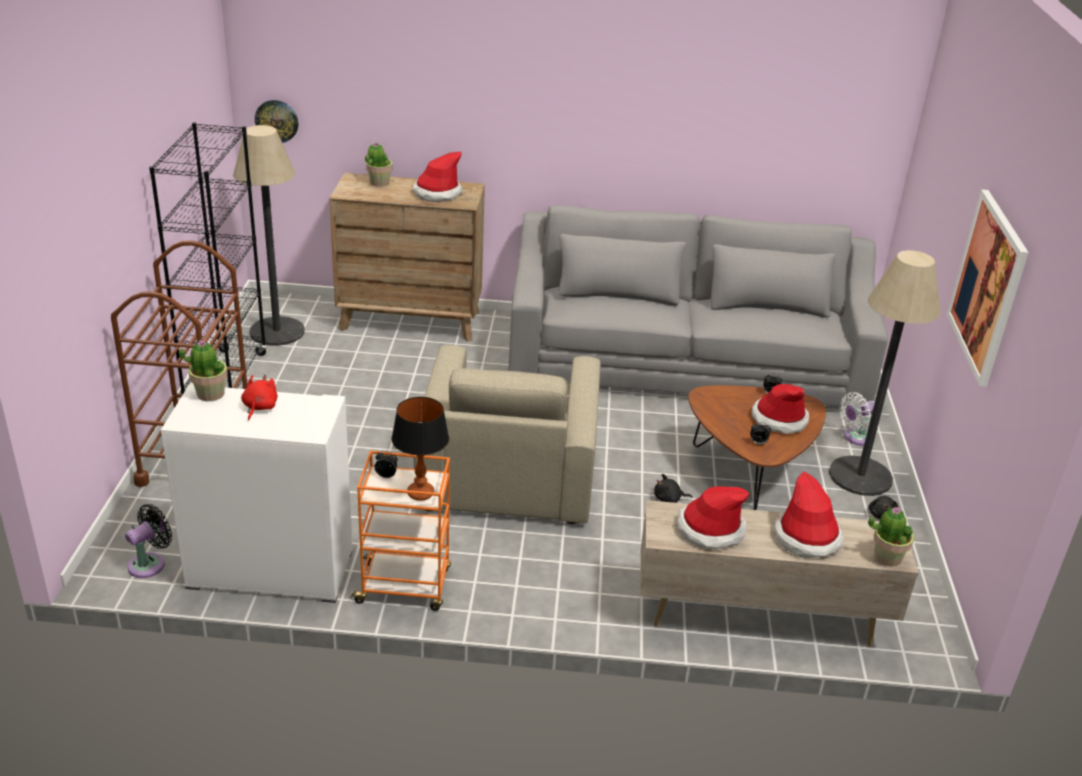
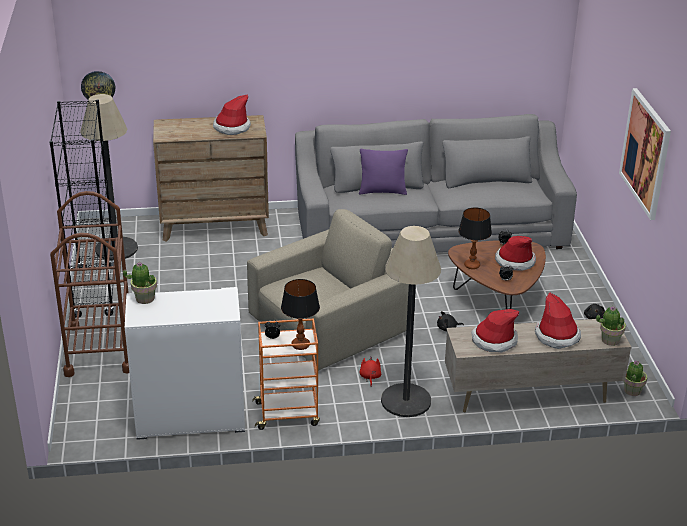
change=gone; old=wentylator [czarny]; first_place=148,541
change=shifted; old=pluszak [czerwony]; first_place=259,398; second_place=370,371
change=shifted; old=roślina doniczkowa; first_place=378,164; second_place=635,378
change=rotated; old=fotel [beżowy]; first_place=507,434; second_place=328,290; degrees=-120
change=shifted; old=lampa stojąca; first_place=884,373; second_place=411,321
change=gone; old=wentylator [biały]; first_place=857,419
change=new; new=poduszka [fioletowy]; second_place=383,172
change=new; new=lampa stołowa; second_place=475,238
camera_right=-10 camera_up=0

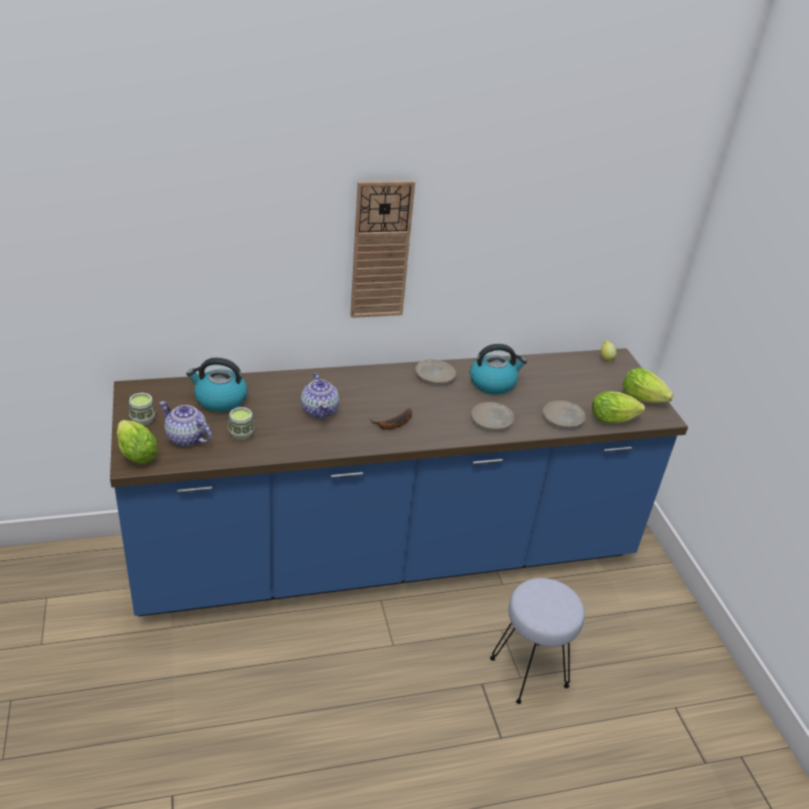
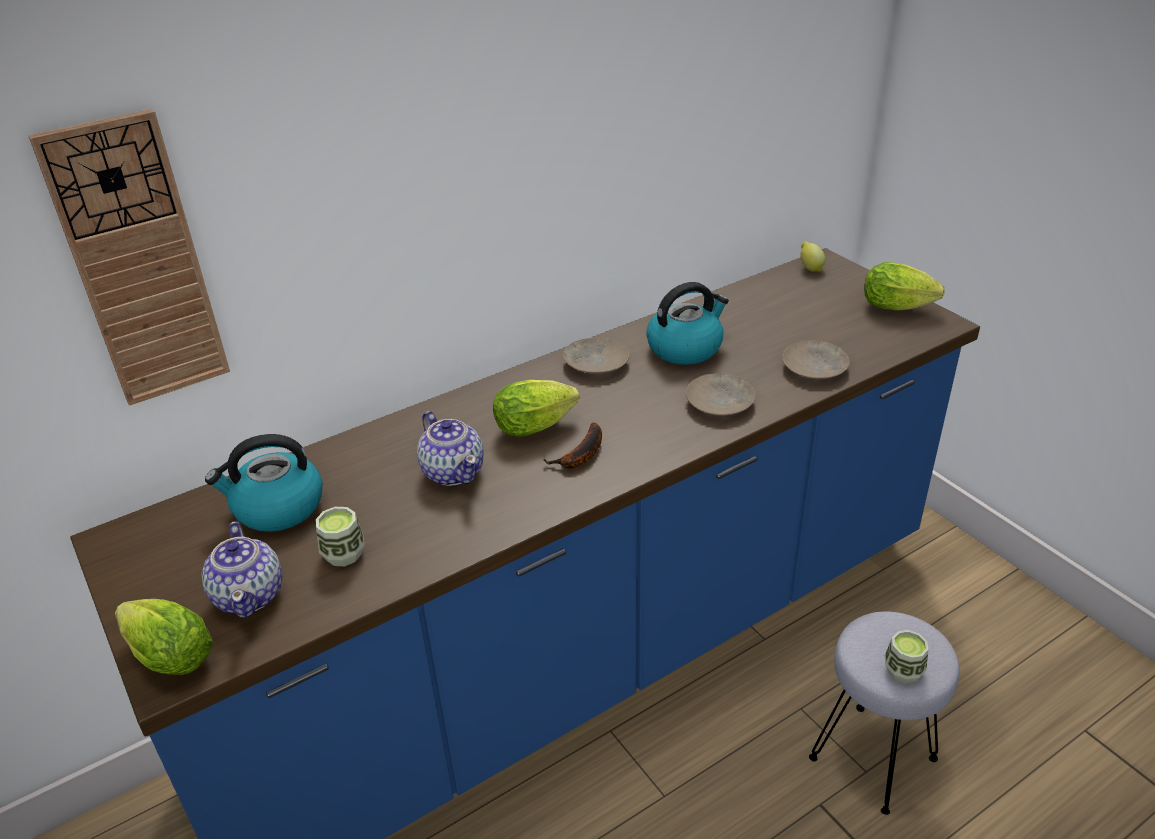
change=shifted; old=filiżanka; first_place=142,409; second_place=906,656
change=rotated; old=imbryk; first_place=185,423; second_place=242,569; degrees=-120
change=shifted; old=zegar ścienny; first_place=382,249; second_place=129,257
change=shifted; old=sałata; first_place=618,407; second_place=536,408
camera_right=-15 camera_up=0

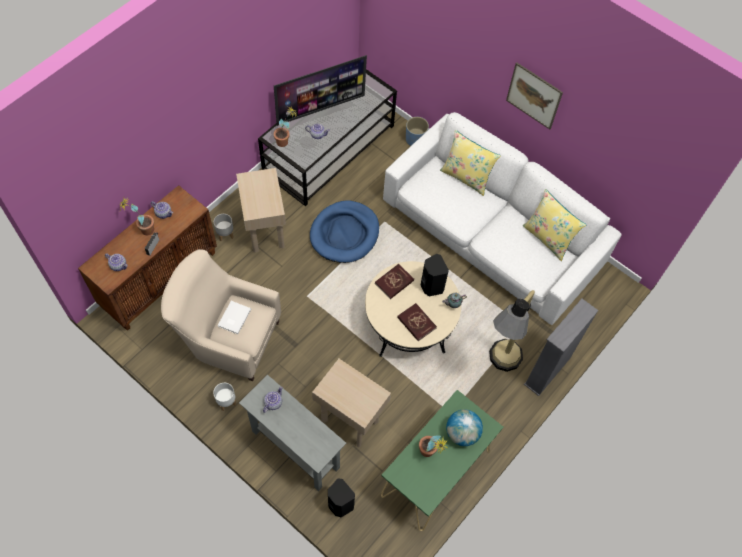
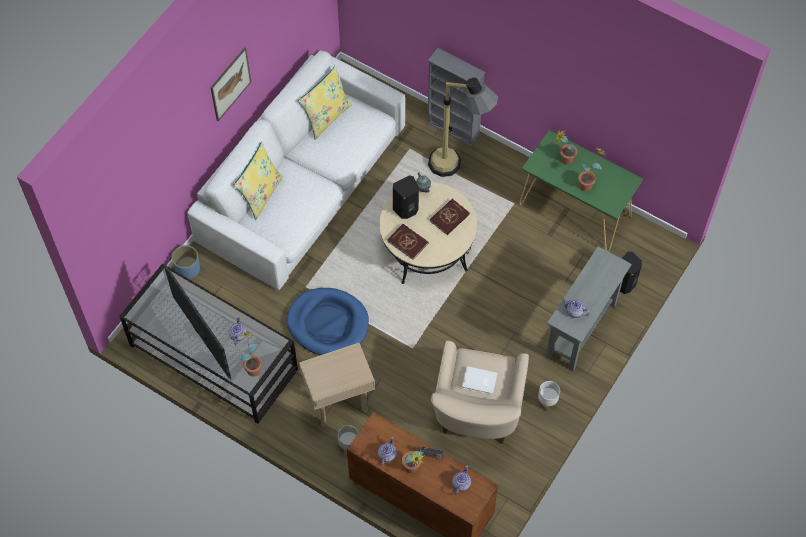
change=gone; old=stolik [beżowy]; first_place=351,403
change=swapped; old=globus; new=roślina doniczkowa; first_place=464,427; second_place=565,146
camera_right=-95 camera_up=0

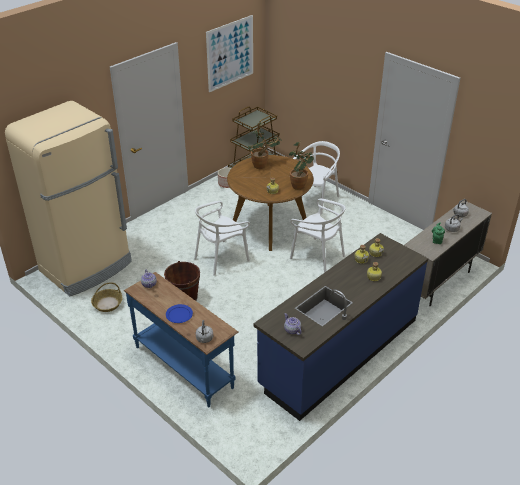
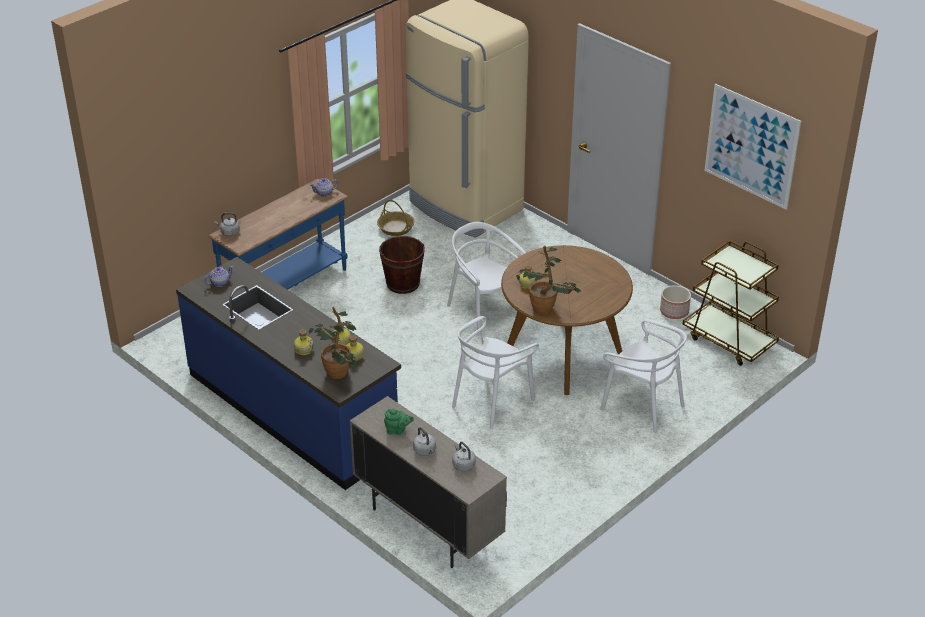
change=gone; old=talerz [niebieski]; first_place=179,313
change=shifted; old=roślina doniczkowa; first_place=265,145; second_place=333,342
camera_right=90 camera_up=0

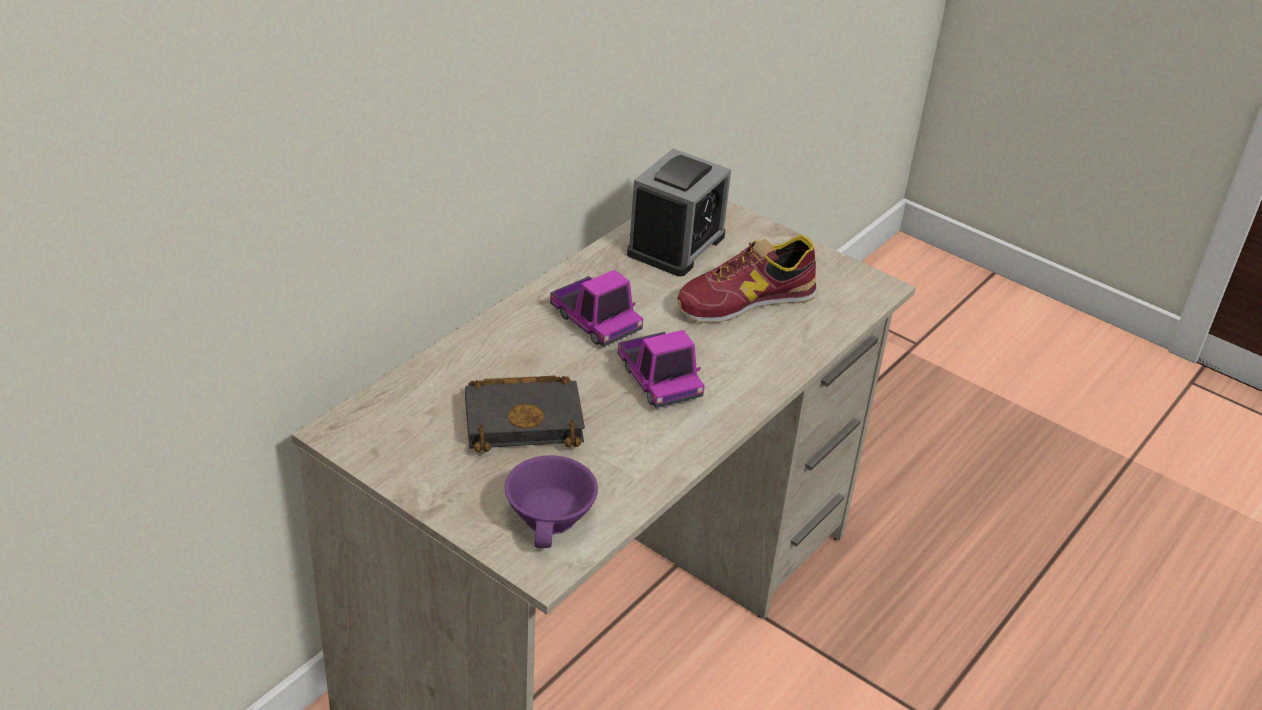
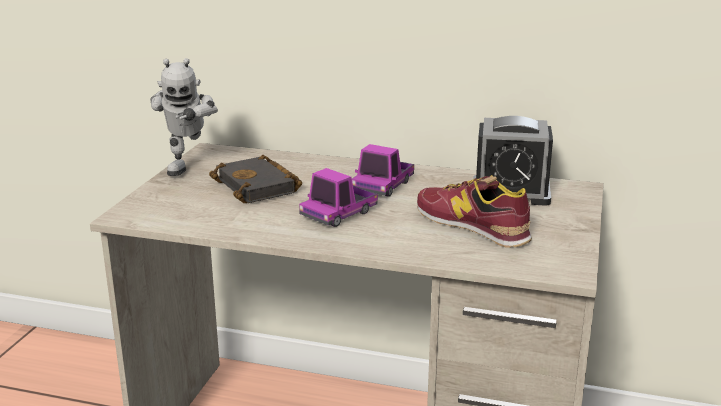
change=gone; old=filiżanka [fioletowy]; first_place=551,501
change=new; new=robot zabawkowy; second_place=184,117
camera_right=70 camera_up=-15

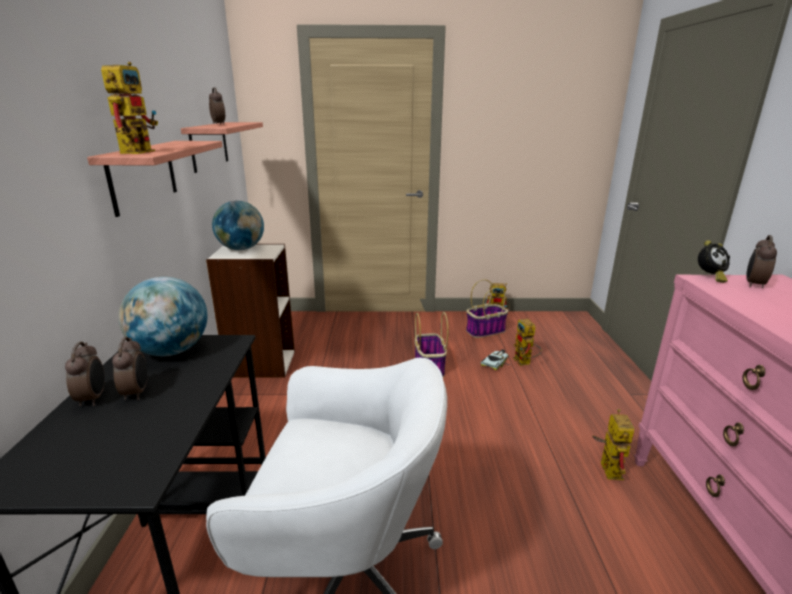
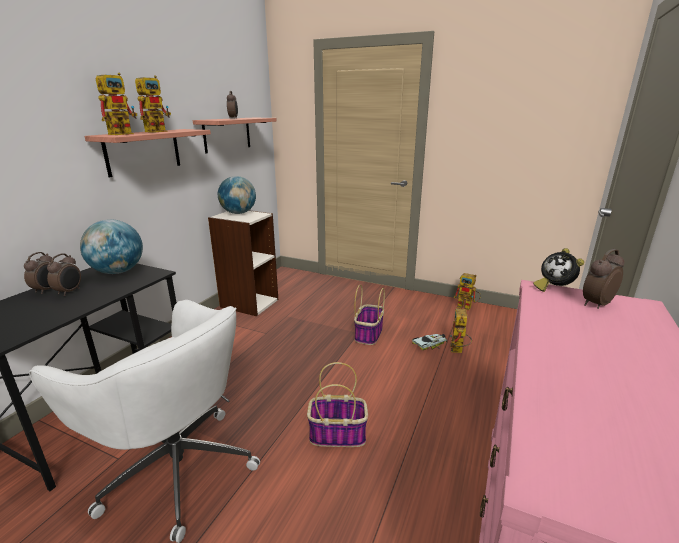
change=shifted; old=koszyk; first_place=487,308; second_place=337,404
change=shifted; old=robot zabawkowy; first_place=613,444; second_place=153,104
change=rotated; old=budzik; first_place=714,261; second_place=558,270; degrees=60
camera_right=25 camera_up=0

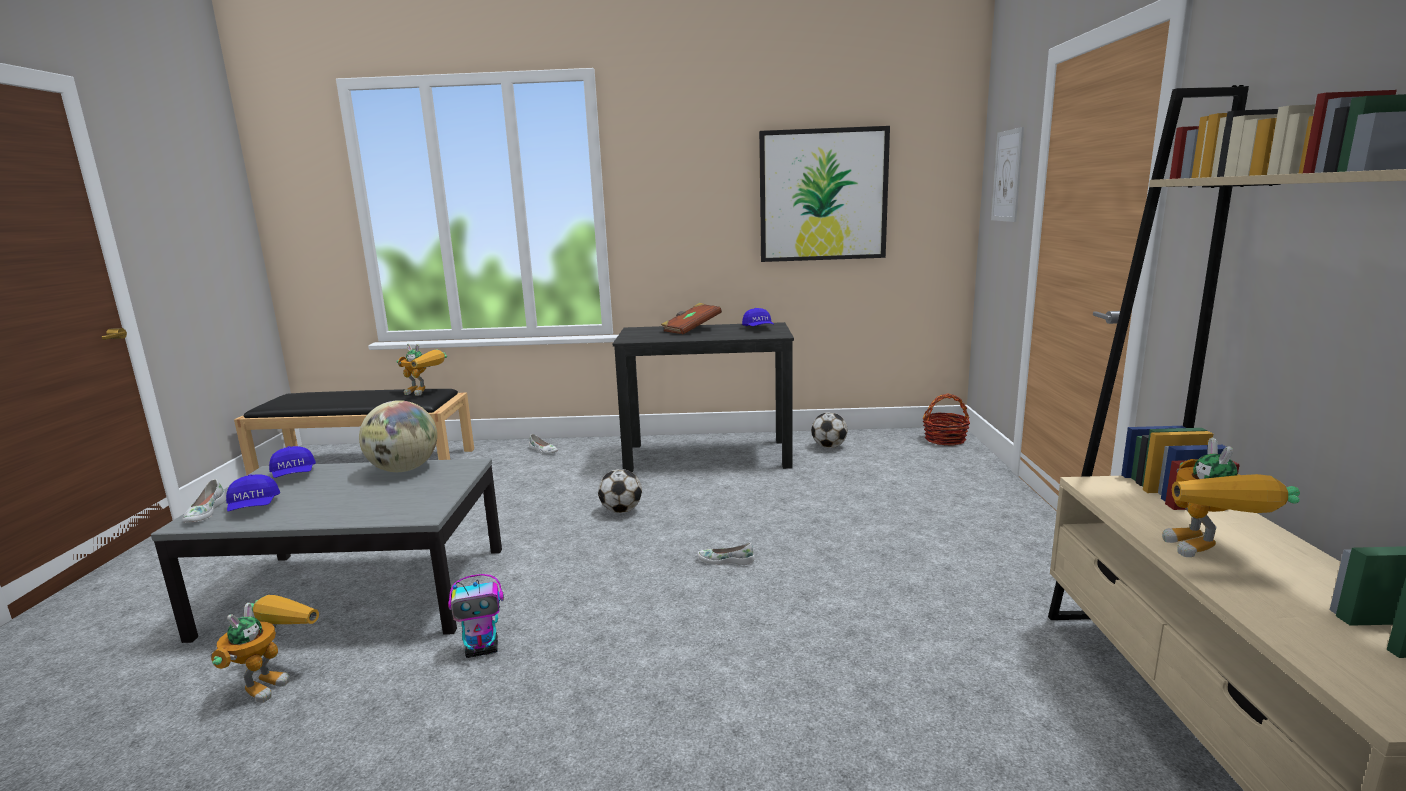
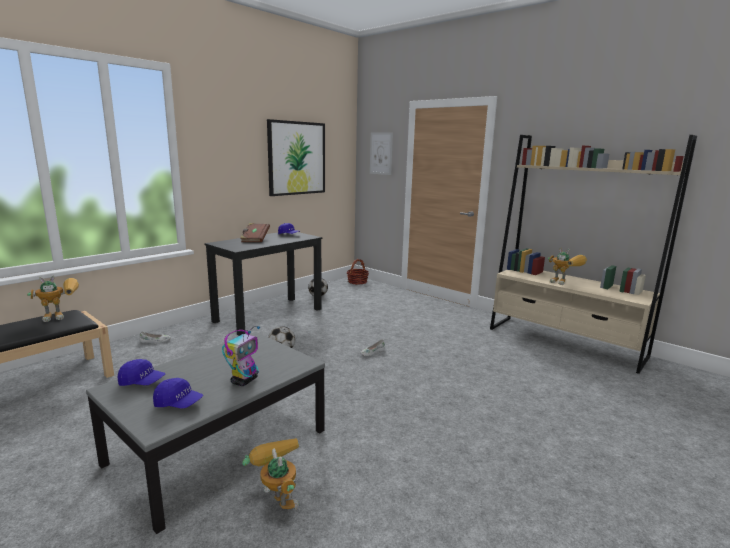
change=gone; old=but [biały]; first_place=204,501
change=gone; old=globus; first_place=398,436
change=shifted; old=robot zabawkowy; first_place=476,616; second_place=241,356
camera_right=-50 camera_up=0

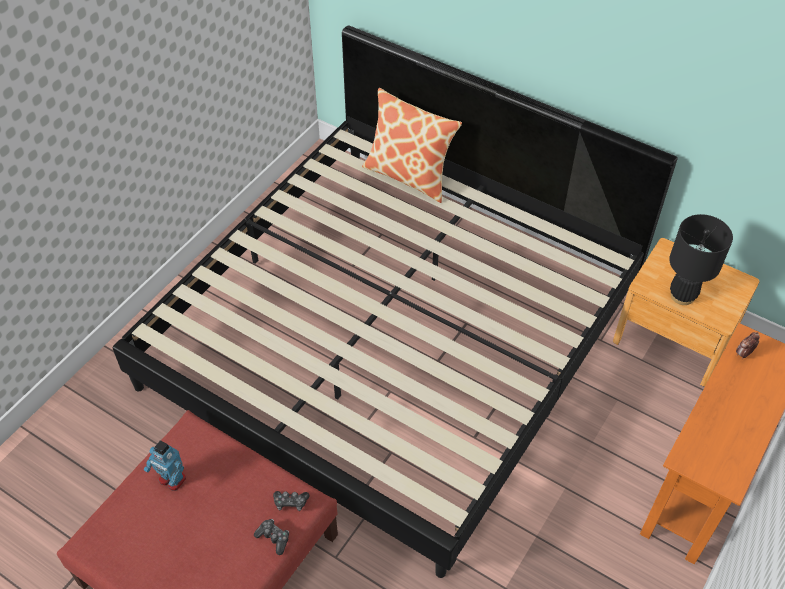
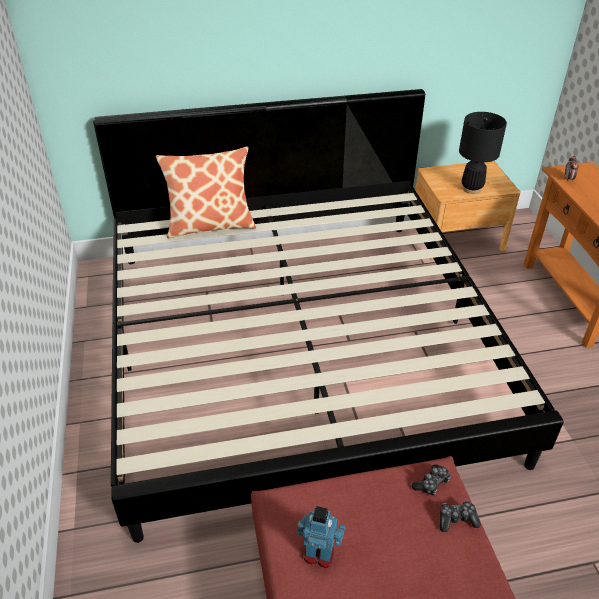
change=rotated; old=robot zabawkowy; first_place=165,465; second_place=321,537; degrees=-150
camera_right=-45 camera_up=-10

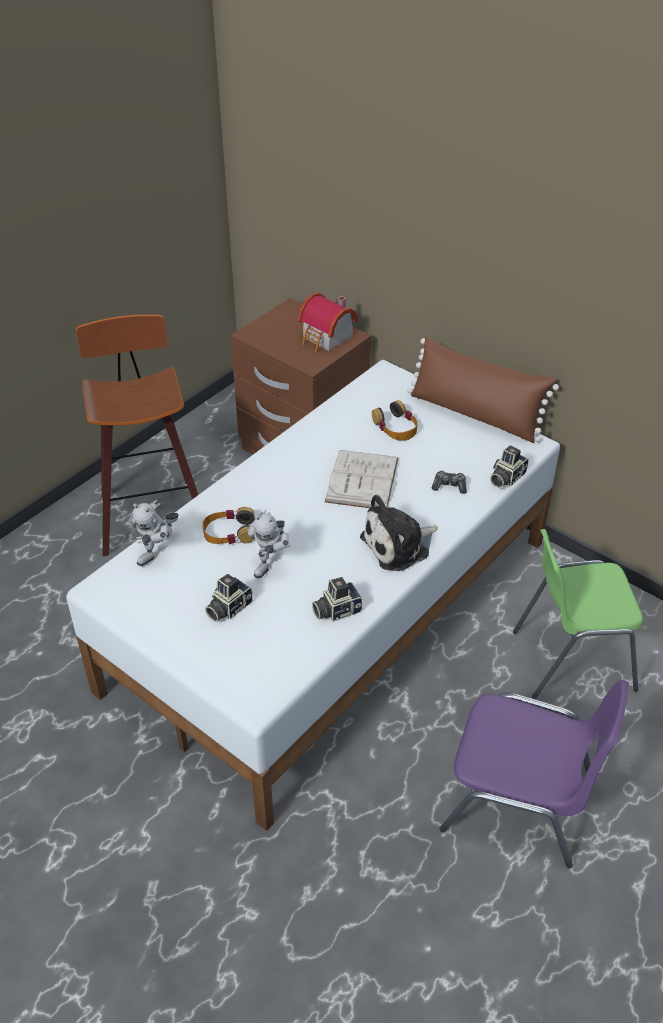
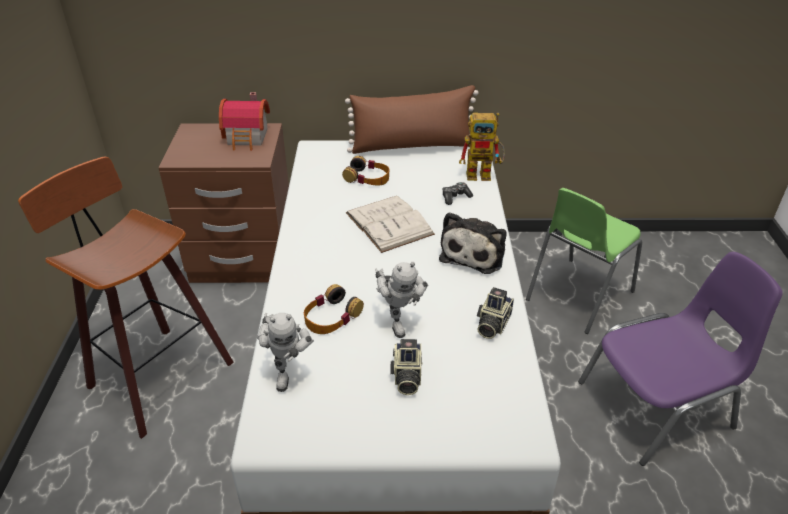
change=swapped; old=aparat fotograficzny; new=robot zabawkowy; first_place=509,466; second_place=482,147
camera_right=-40 camera_up=-5

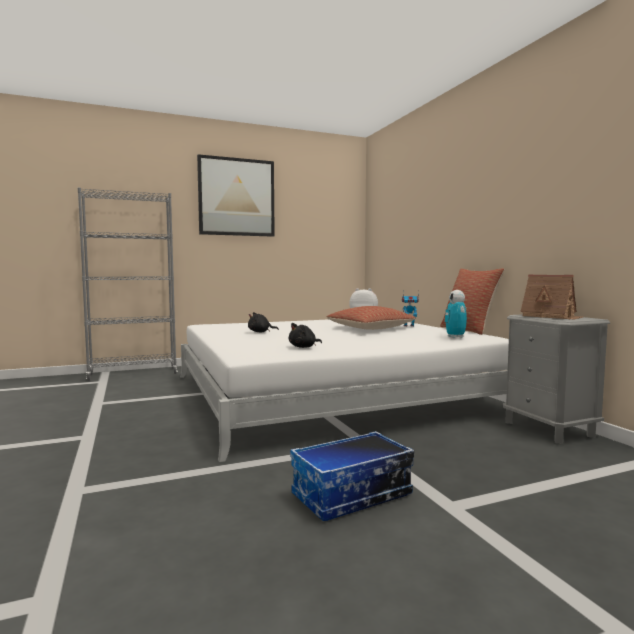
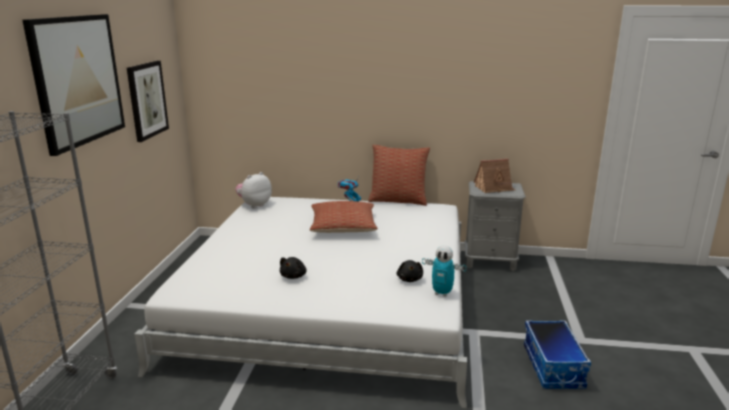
change=shifted; old=robot zabawkowy; first_place=456,314; second_place=444,271
change=new; new=obraz; second_place=148,101
camera_right=-60 camera_up=15

